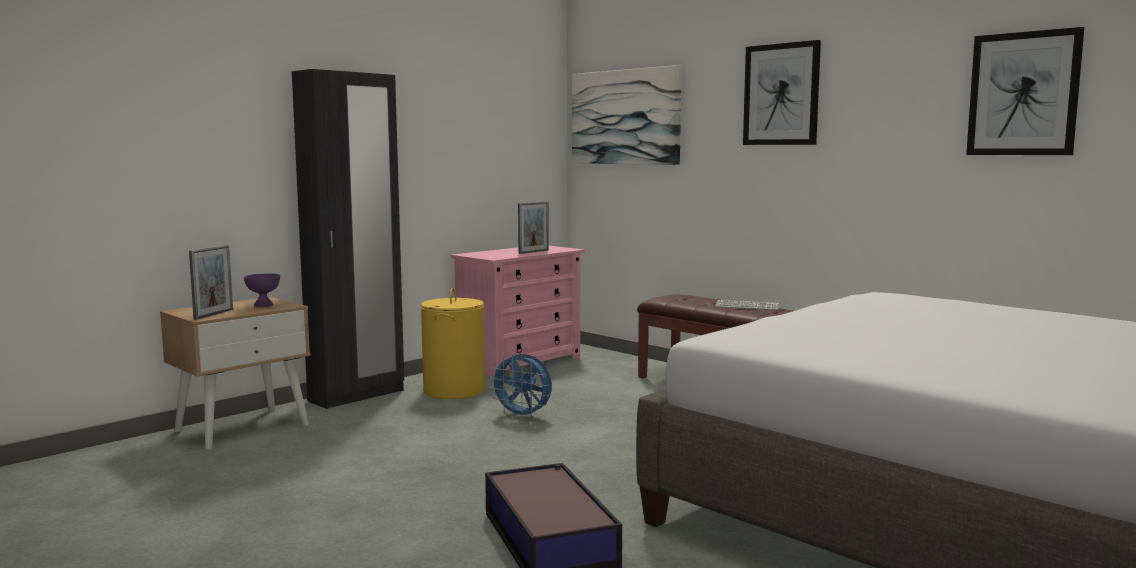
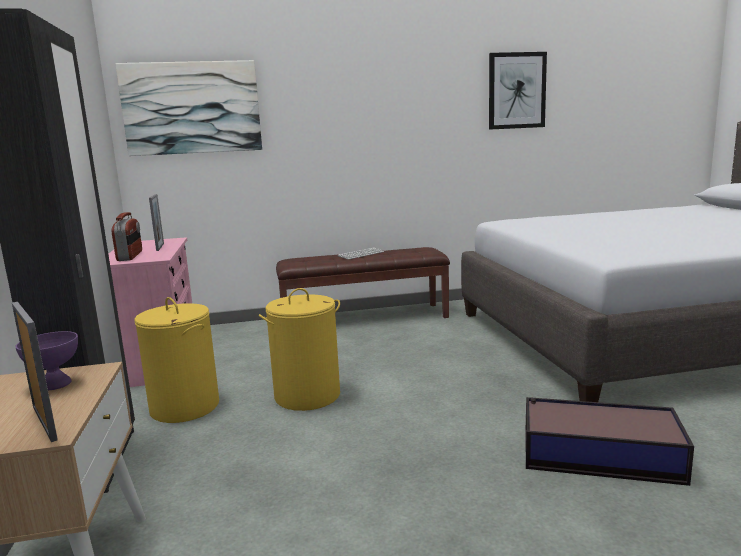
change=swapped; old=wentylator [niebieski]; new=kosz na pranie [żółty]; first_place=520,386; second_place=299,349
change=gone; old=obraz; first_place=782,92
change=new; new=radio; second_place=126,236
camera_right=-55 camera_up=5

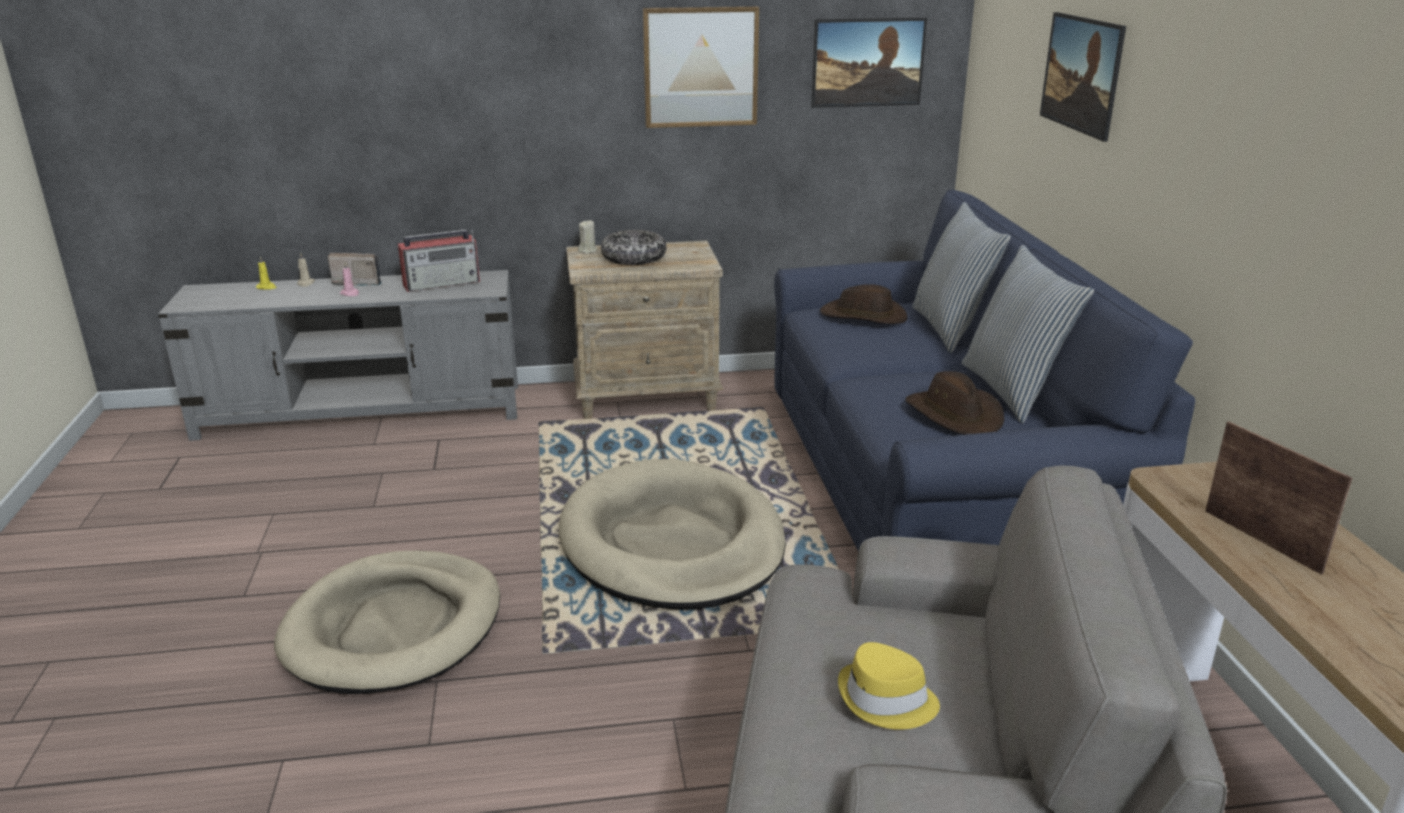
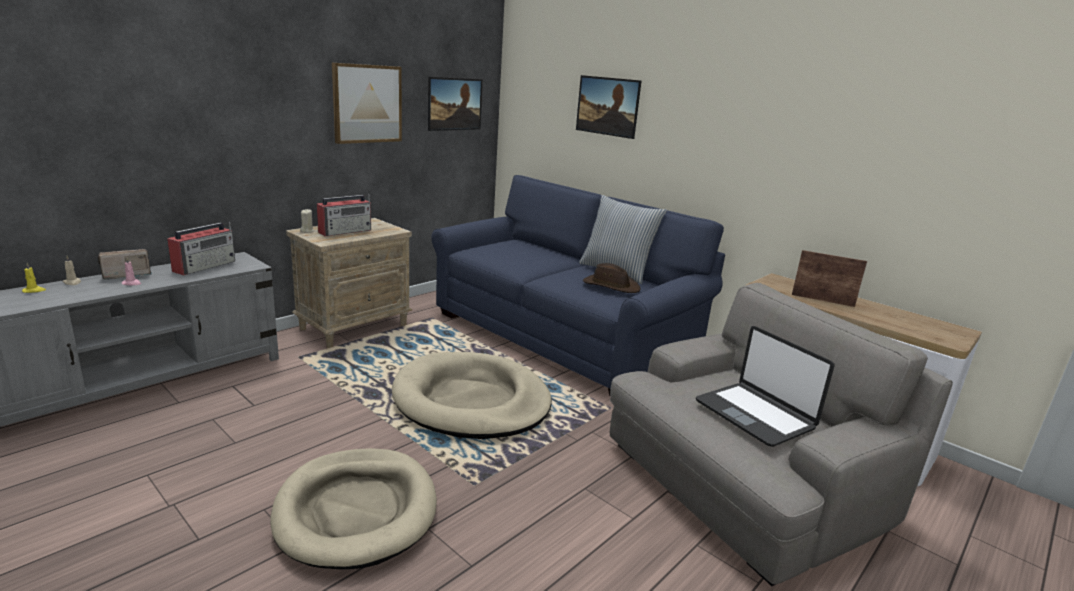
change=swapped; old=miska; new=radio; first_place=634,247; second_place=344,215
change=gone; old=kapelusz [brązowy]; first_place=863,304
change=swapped; old=kapelusz [żółty]; new=laptop; first_place=889,686; second_place=765,386
change=gone; old=poduszka; first_place=961,277
camera_right=-40 camera_up=-5

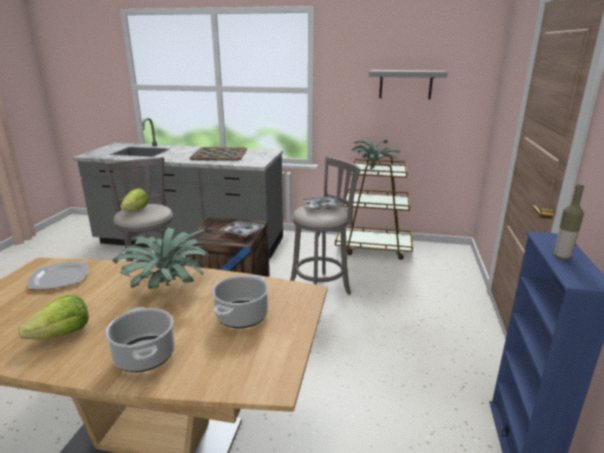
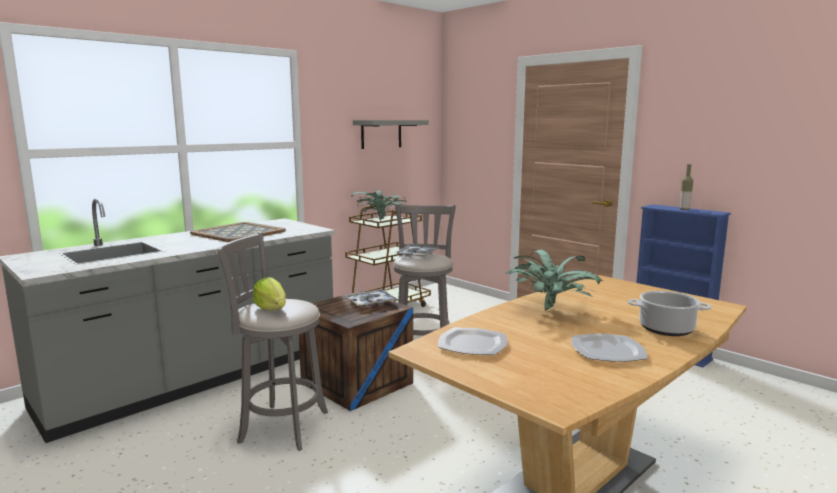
change=swapped; old=sałata; new=talerz; first_place=53,317; second_place=609,348
change=gone; old=garnek; first_place=240,301
camera_right=-55 camera_up=-10

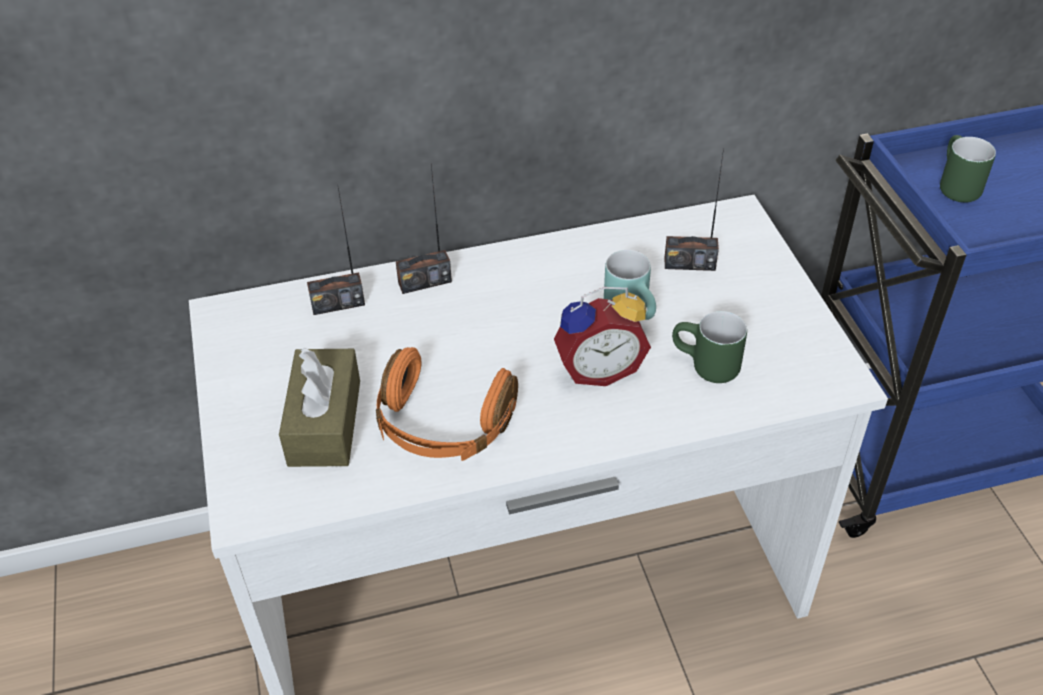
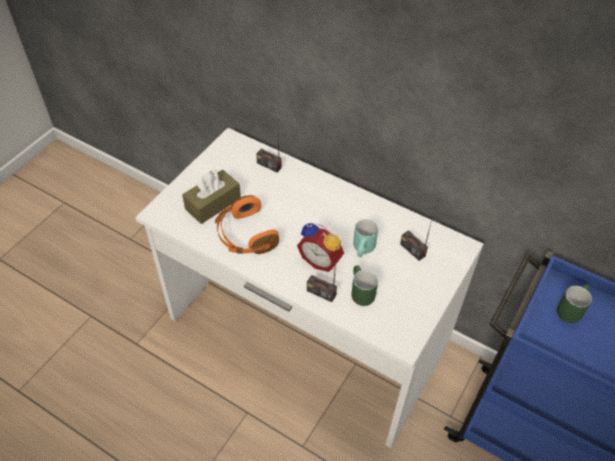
change=shifted; old=radio; first_place=424,229; second_place=322,274
camera_right=45 camera_up=5

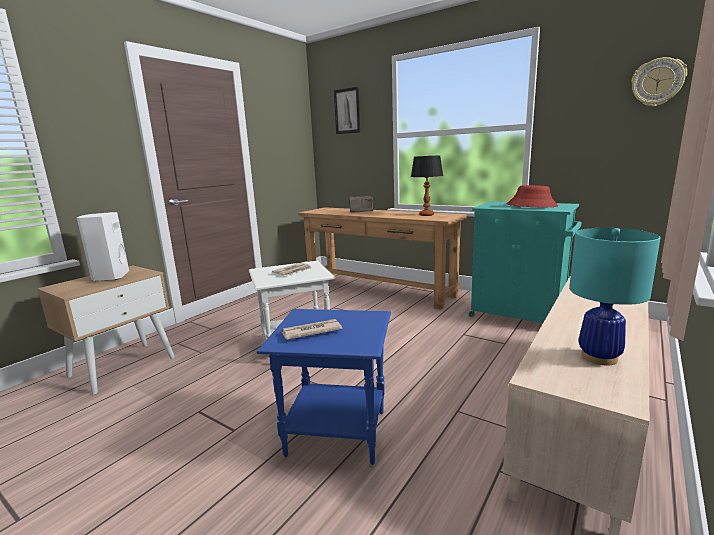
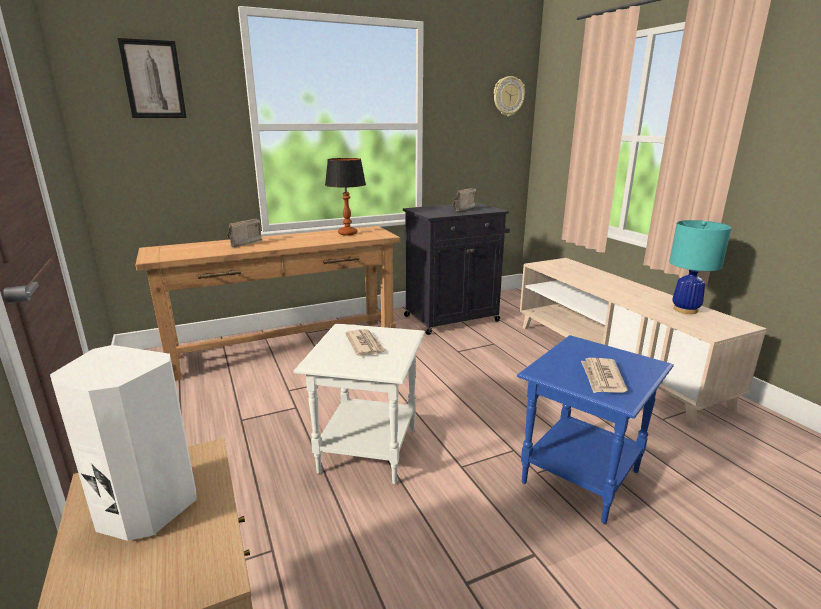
change=repainted; old=szafka [turkusowy]; new=szafka [czarny]; first_place=525,262; second_place=456,269
change=swapped; old=kapelusz [czerwony]; new=radio; first_place=532,196; second_place=464,199
camera_right=-60 camera_up=5

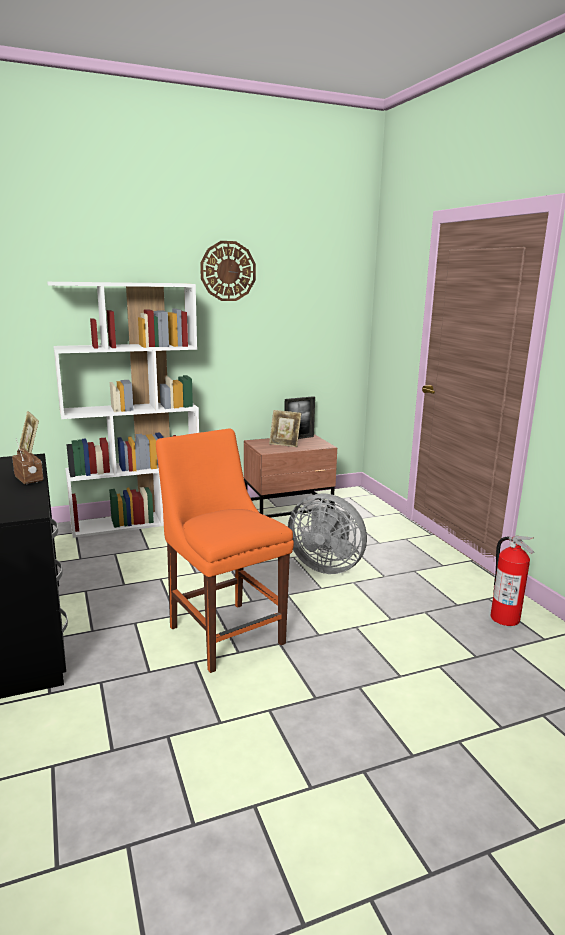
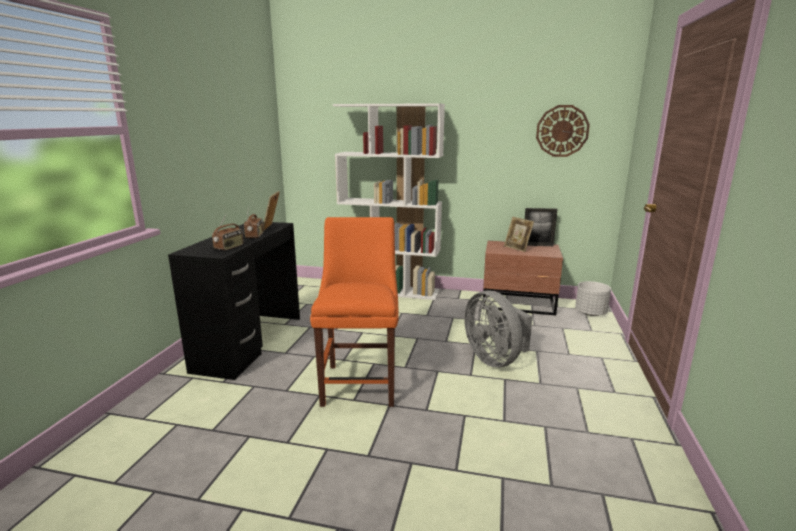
change=shifted; old=zegar ścienny; first_place=228,271; second_place=563,131
change=gone; old=gaśnica; first_place=512,581
change=new; new=radio; second_place=227,233
change=new; new=donica [biały]; second_place=593,298
camera_right=35 camera_up=0

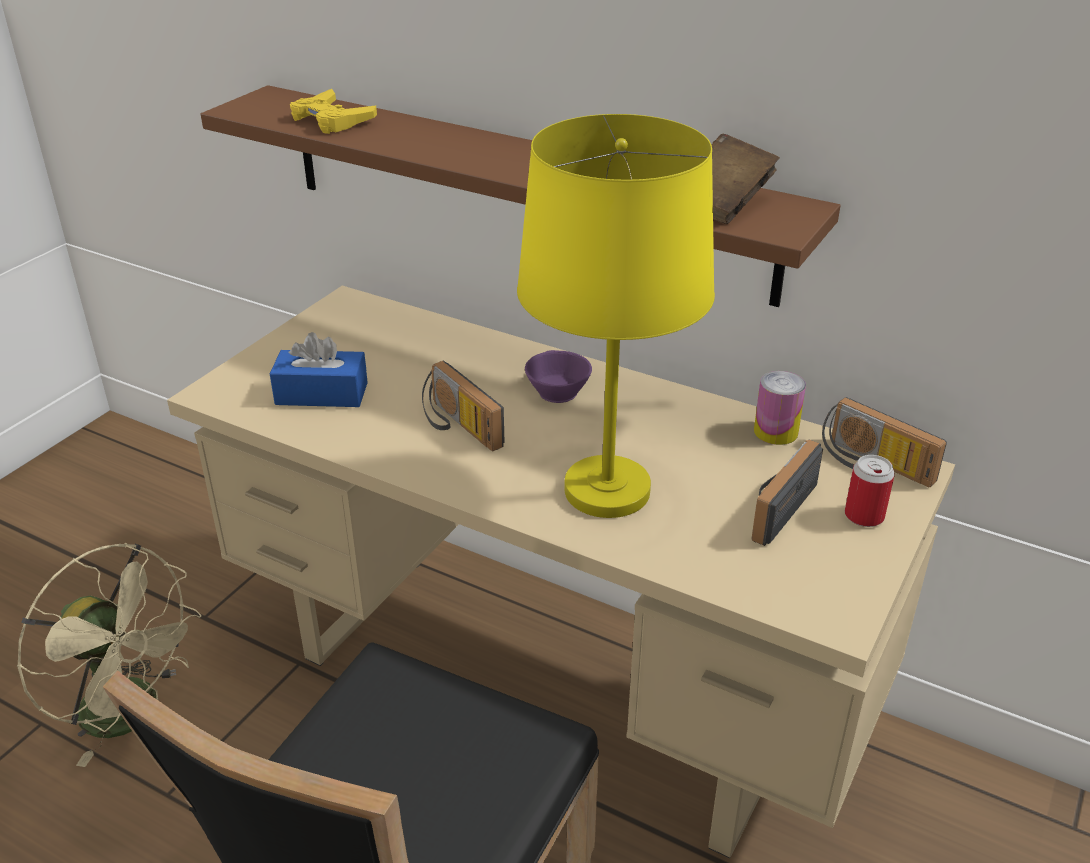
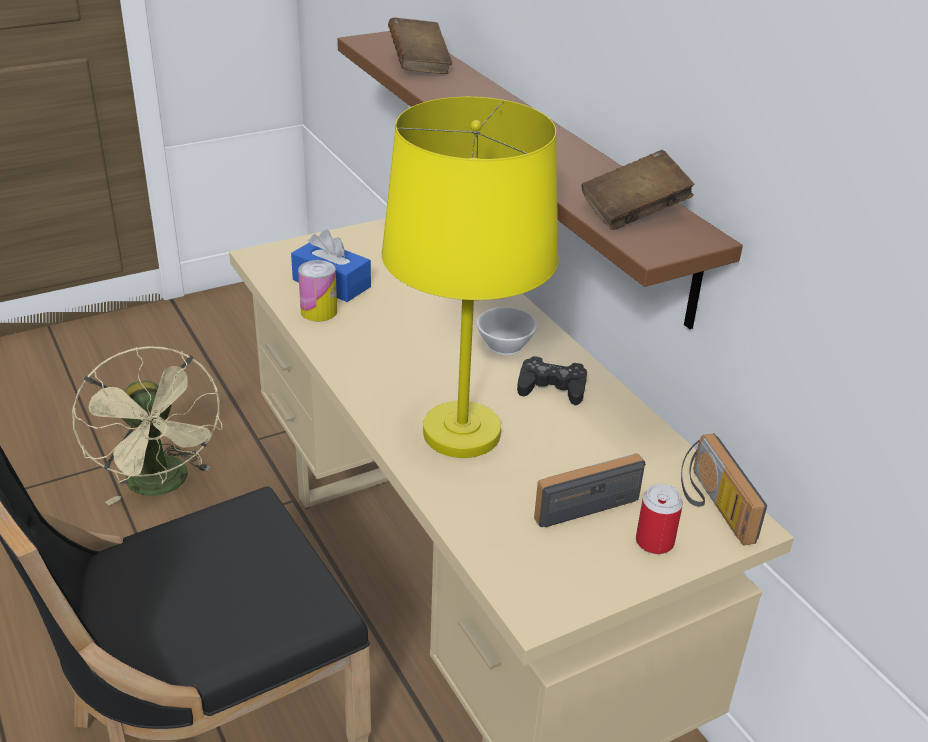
change=swapped; old=pad do gier [żółty]; new=książka [brązowy]; first_place=333,111; second_place=420,46
change=gone; old=radio; first_place=463,406
change=repainted; old=filiżanka [fioletowy]; new=filiżanka [biały]; first_place=558,376; second_place=506,331
change=shifted; old=puszka; first_place=780,408; second_place=317,291
change=new; new=pad do gier [czarny]; second_place=552,380
camera_right=30 camera_up=0

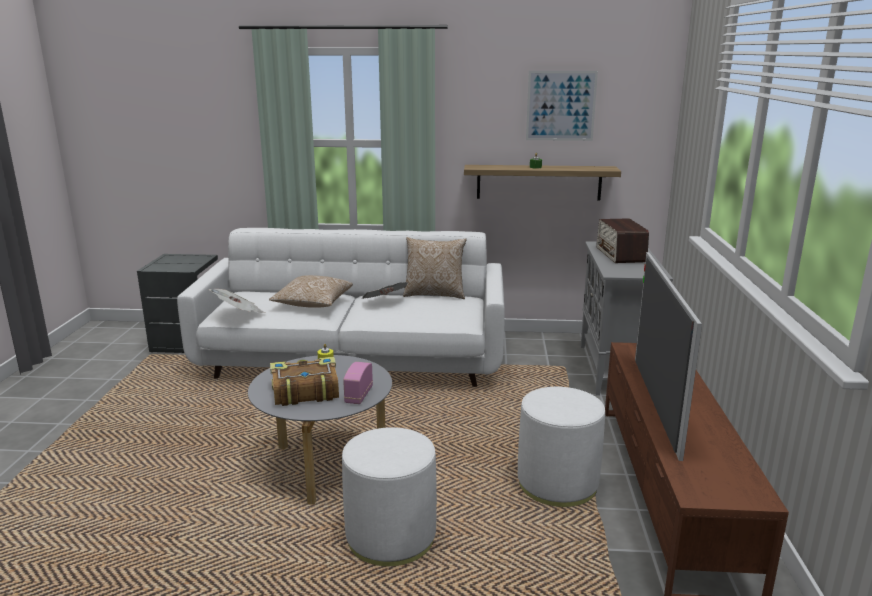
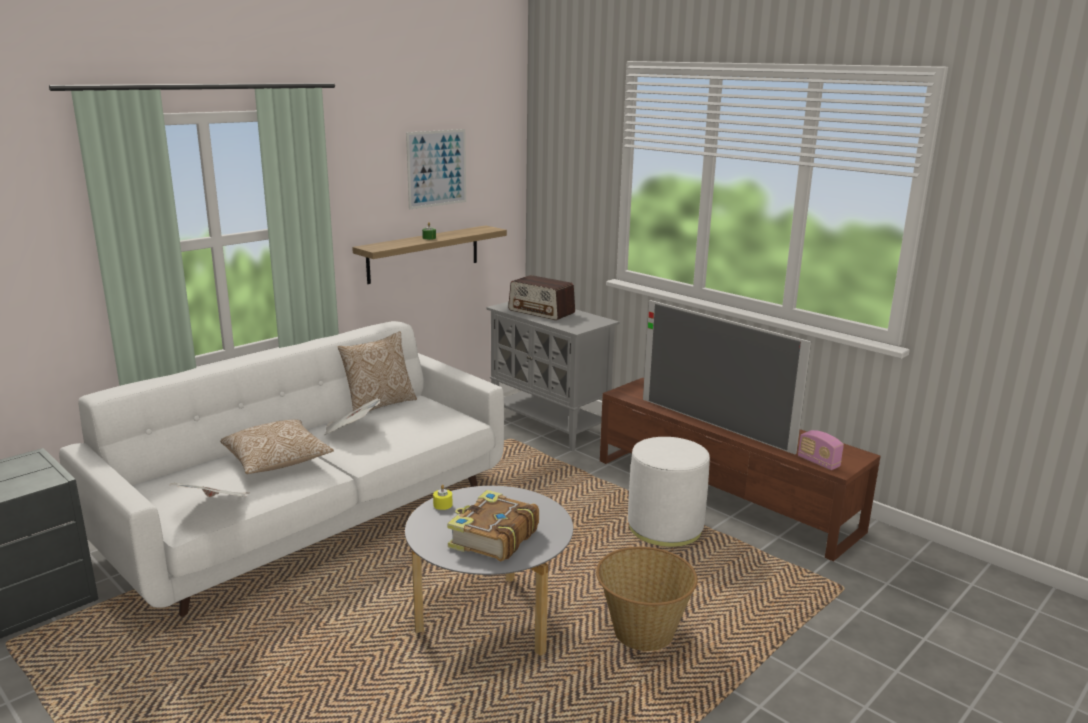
change=swapped; old=pufa [biały]; new=koszyk; first_place=389,496; second_place=647,599
change=shifted; old=radio; first_place=358,383; second_place=821,450
camera_right=-50 camera_up=0

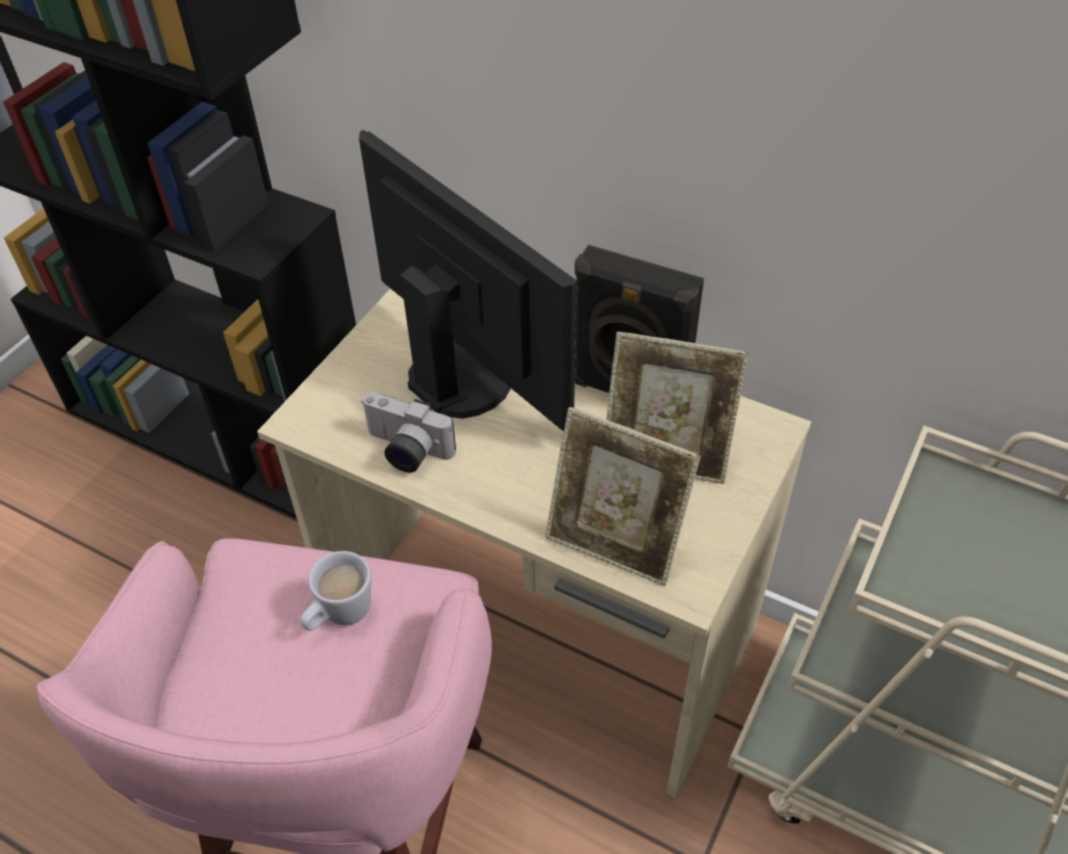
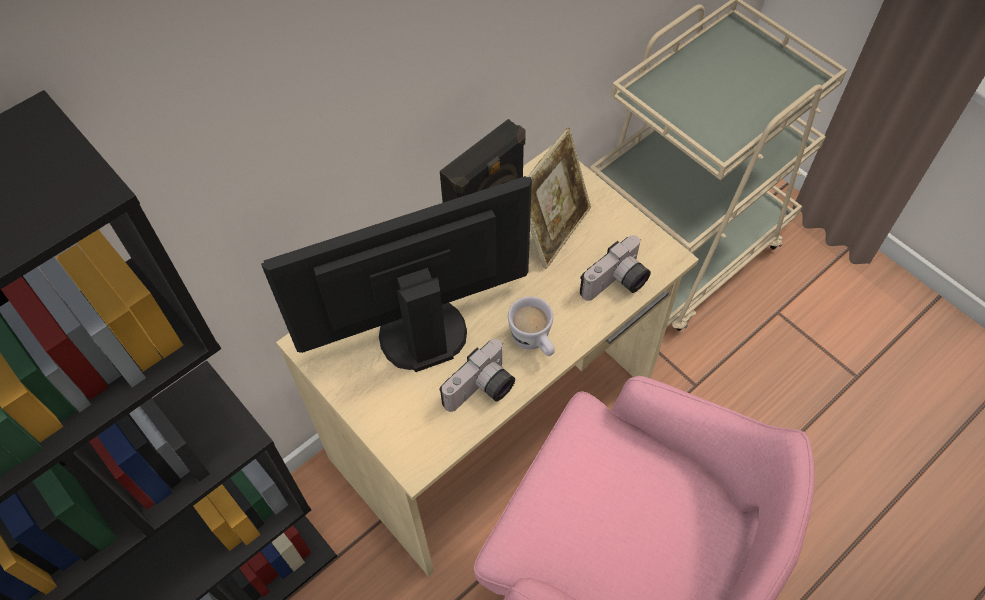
change=shifted; old=kubek [biały]; first_place=335,591; second_place=531,326
change=swapped; old=ramka na zdjęcie; new=aparat fotograficzny; first_place=623,496; second_place=615,268
camera_right=-70 camera_up=10

